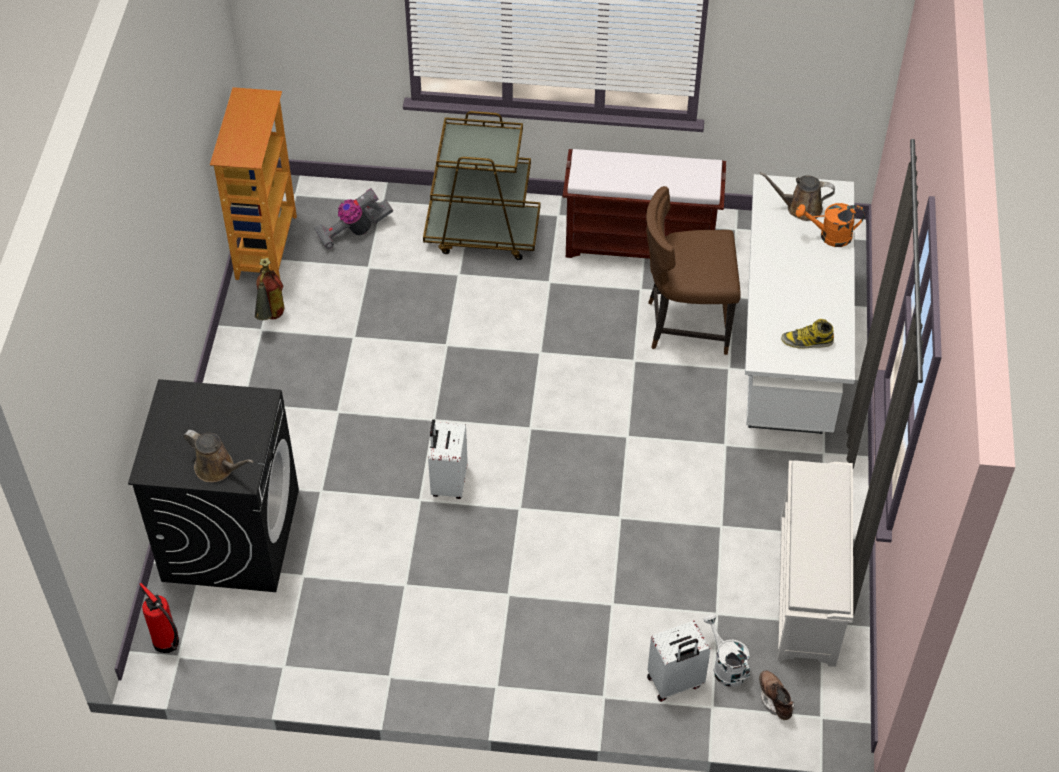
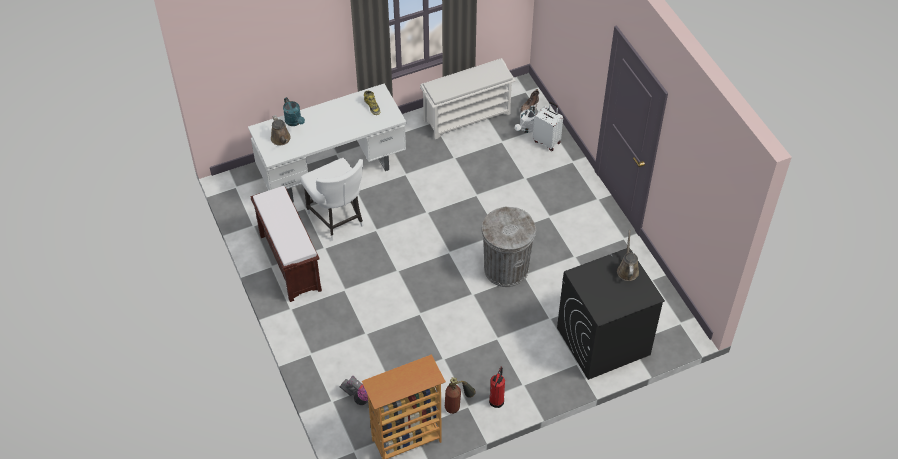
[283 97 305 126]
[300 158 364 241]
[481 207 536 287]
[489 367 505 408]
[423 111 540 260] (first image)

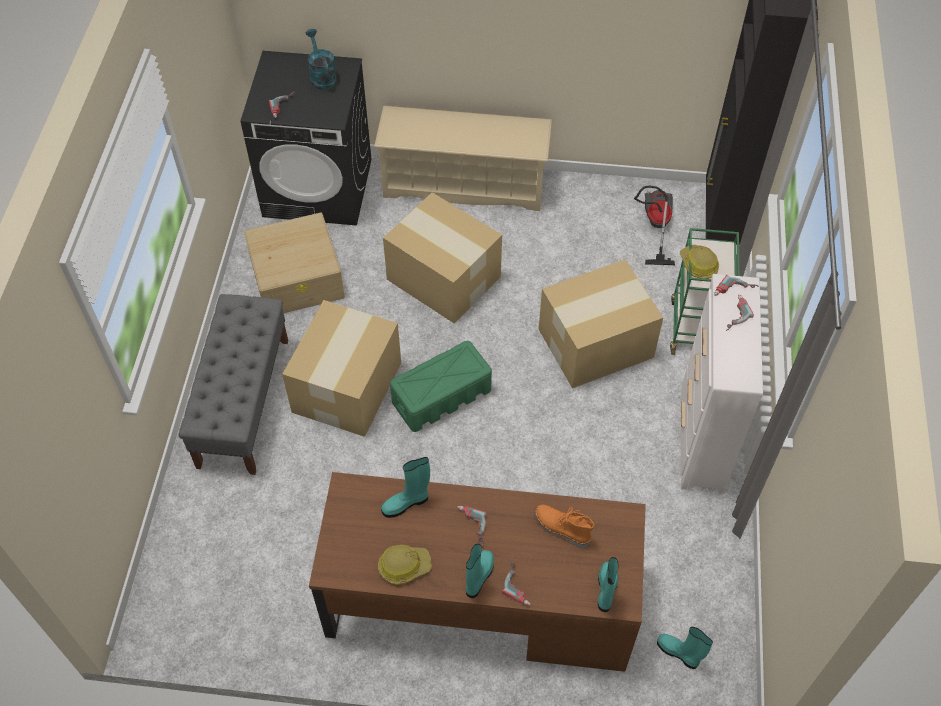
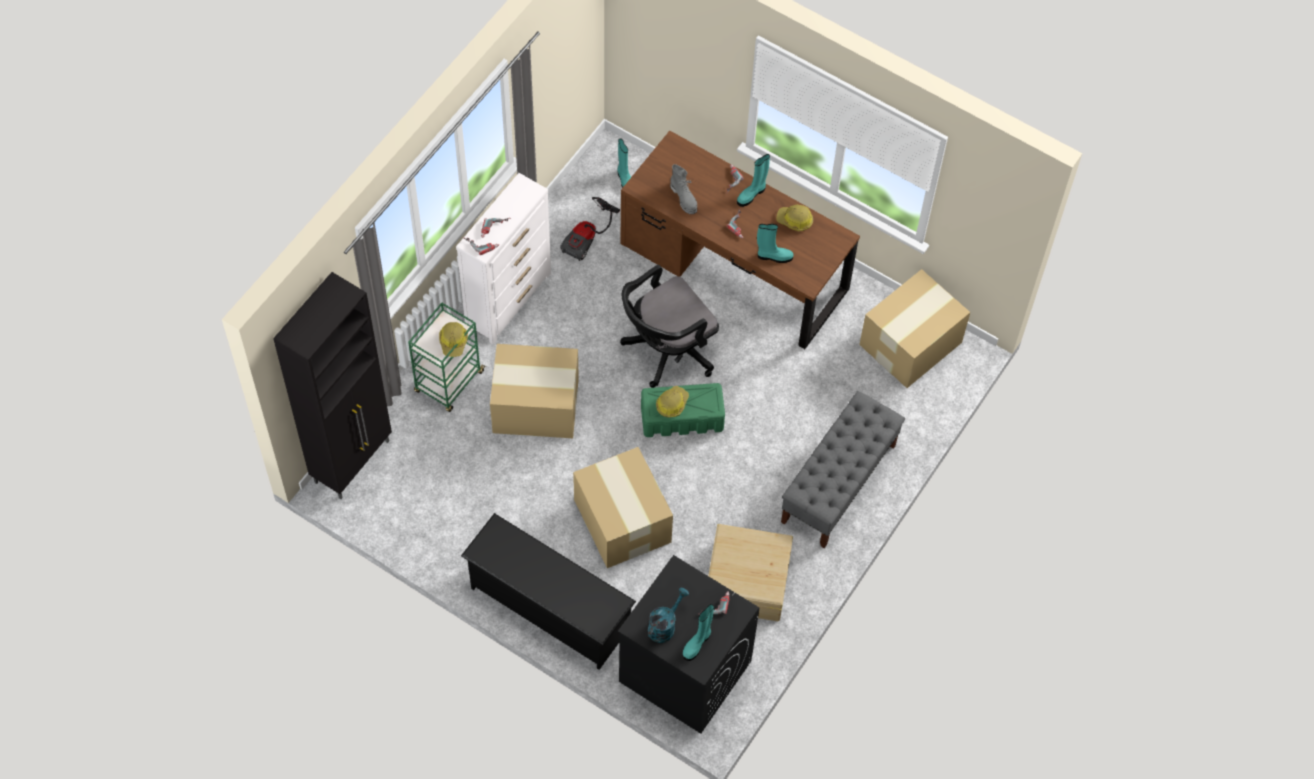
[461 513 636 670]
[560 197 620 261]
[620 265 719 388]
[648 588 689 643]
[656 386 689 418]
[670 164 697 214]
[682 604 714 661]
[859 269 970 388]

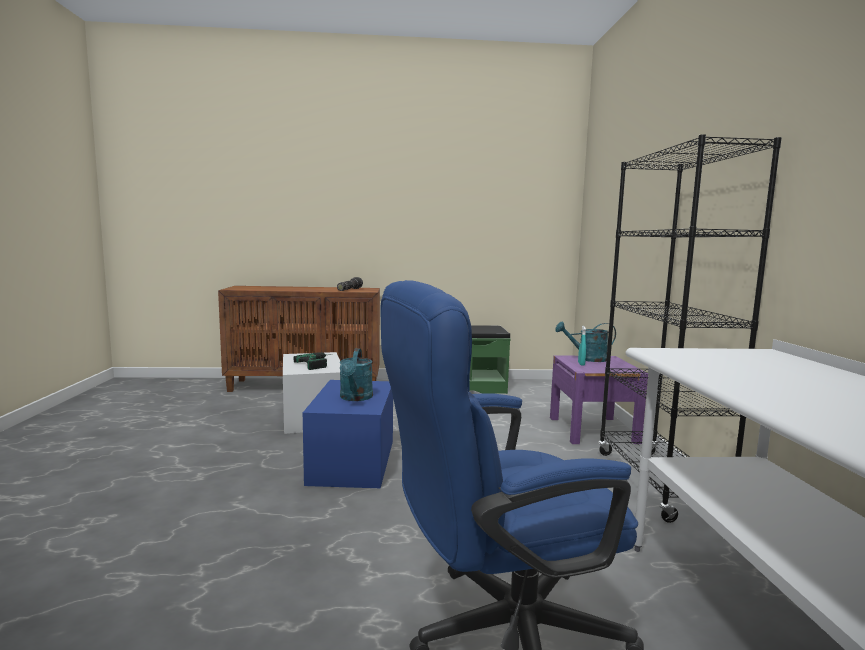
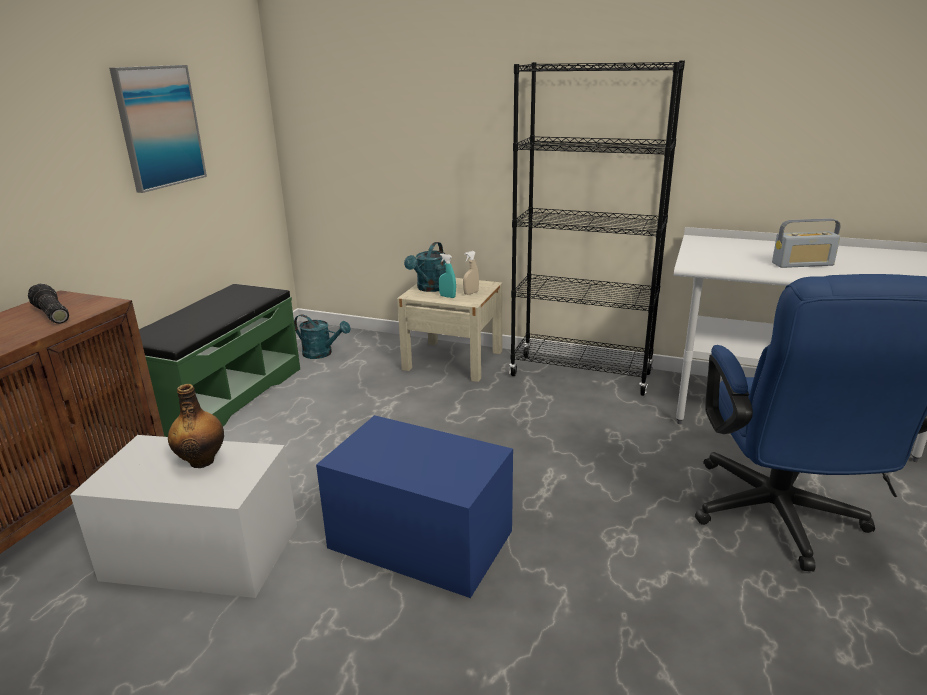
[109 65 207 193]
[168 384 224 468]
[294 314 351 359]
[397 278 502 382]
[463 251 479 295]
[772 218 841 268]

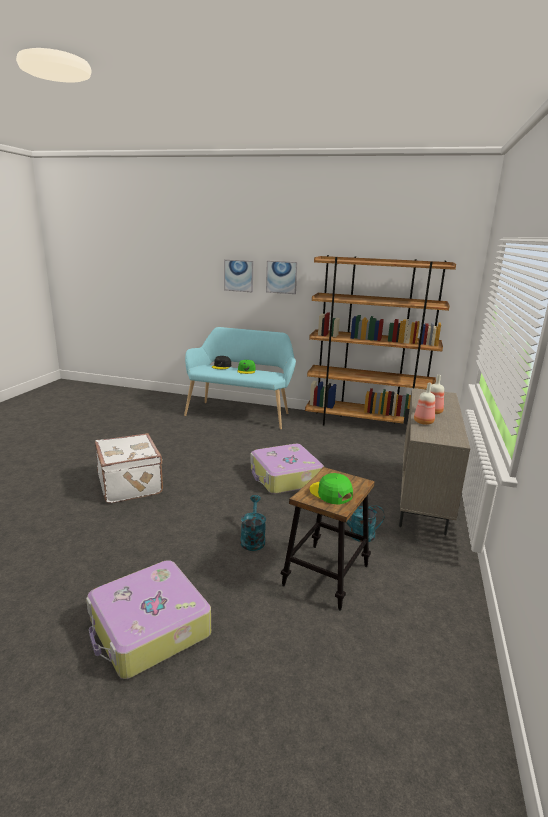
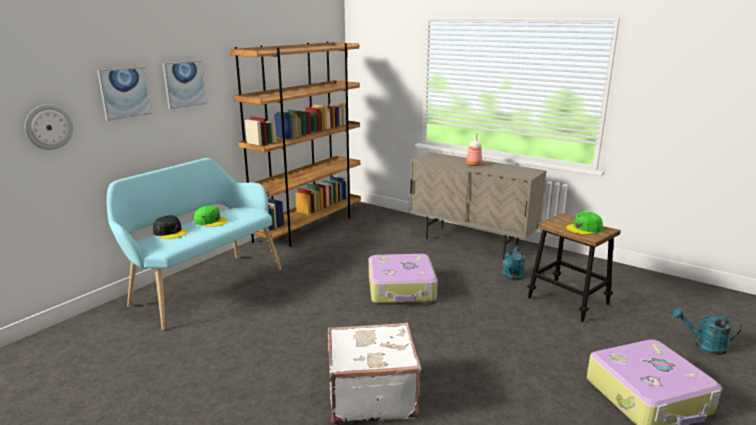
[25 104 73 150]
[672 308 741 355]
[414 383 435 425] (first image)

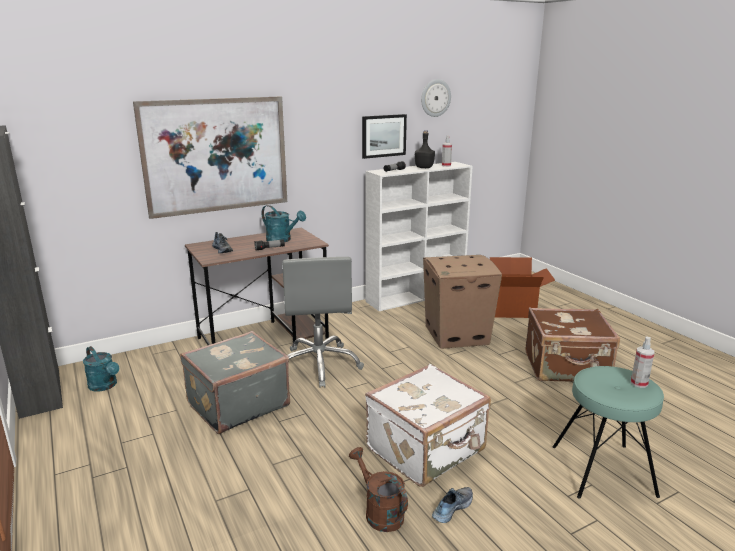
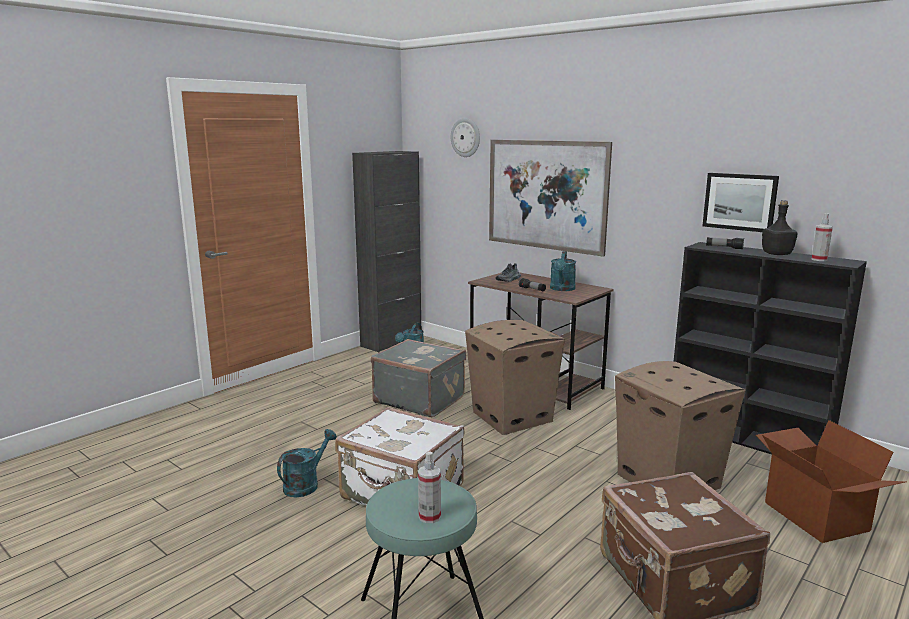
[277 429 337 497]
[451 118 480 157]
[465 320 565 435]
[674 242 867 454]
[432 487 473 523] (first image)

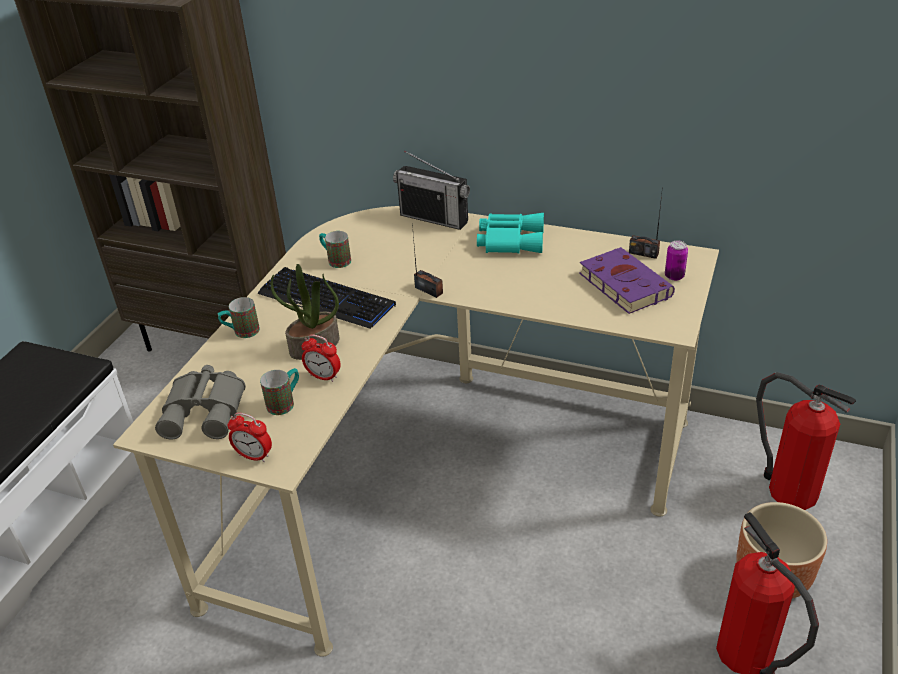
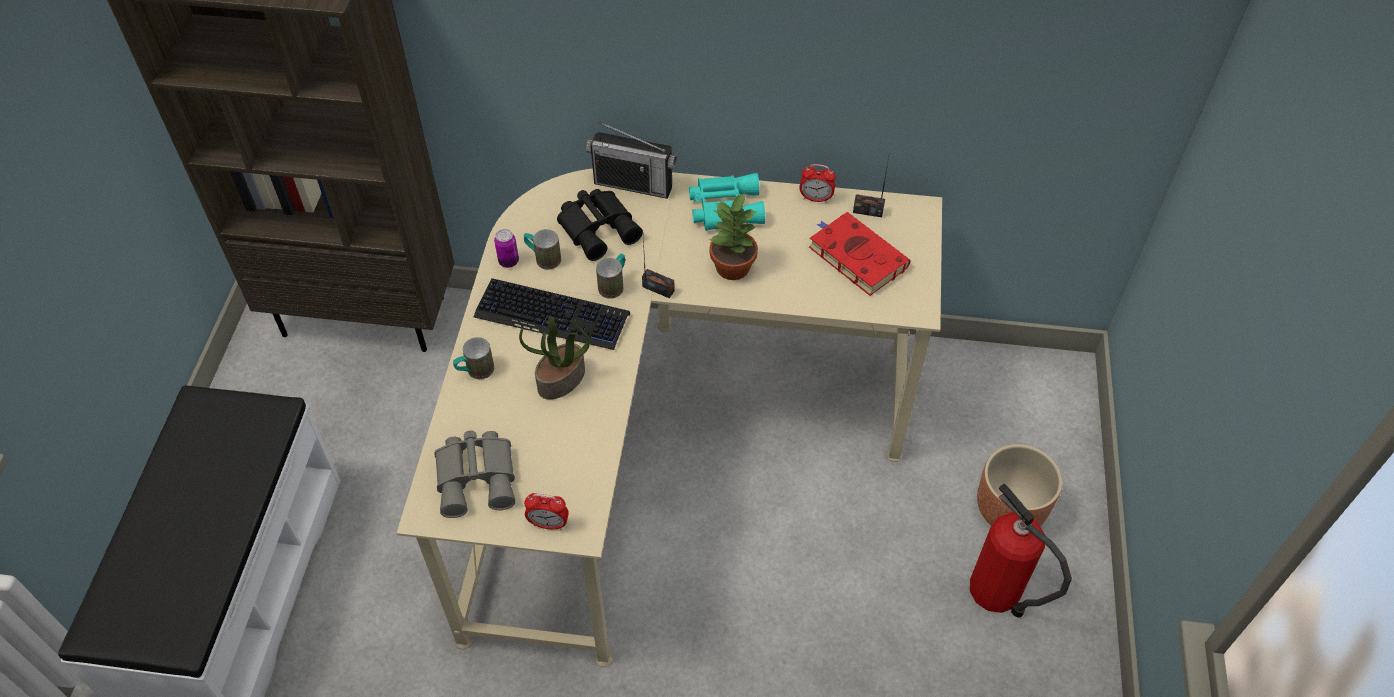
[494 229 519 268]
[557 189 643 261]
[596 254 625 299]
[708 192 758 280]
[799 164 836 203]
[809 212 910 296]
[756 372 856 510] (first image)

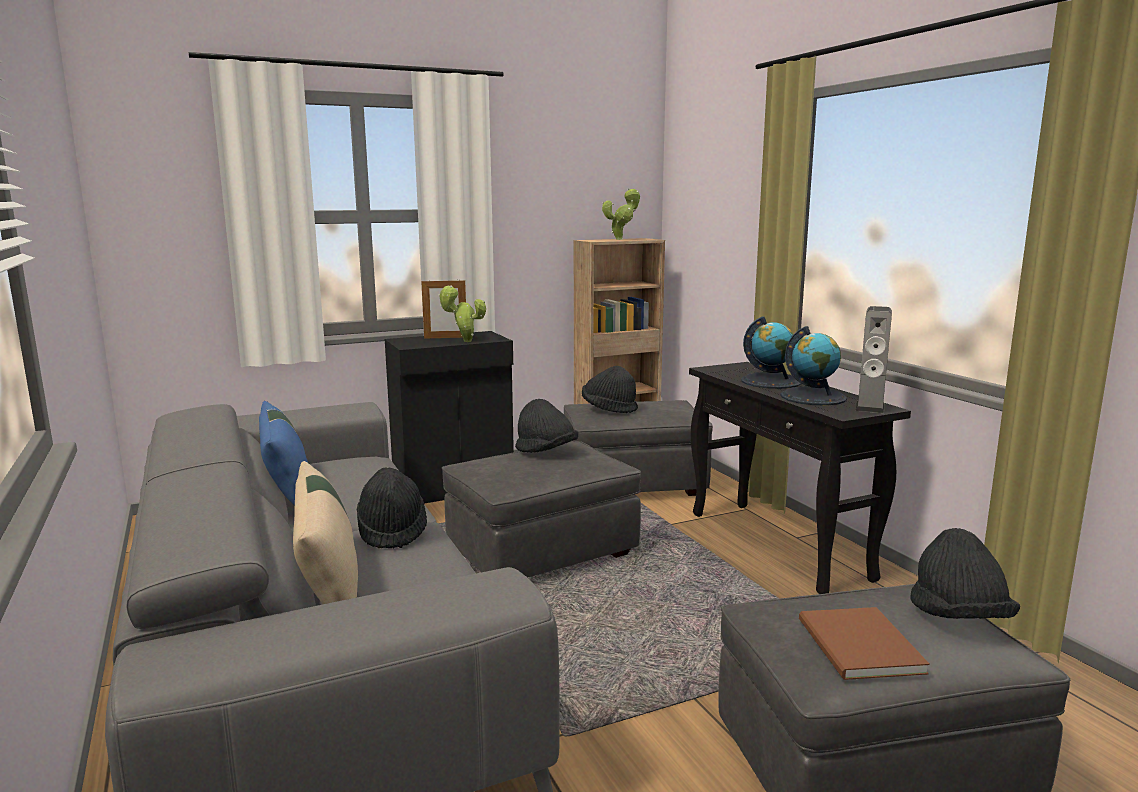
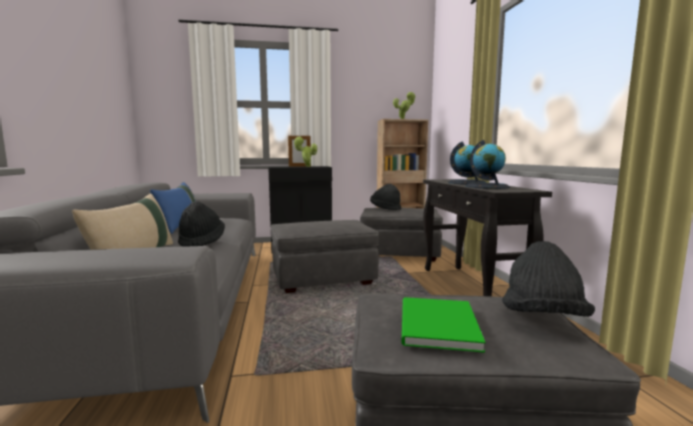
[402 297 486 353]
[515 399 578 453] (first image)
[856 306 892 413] (first image)

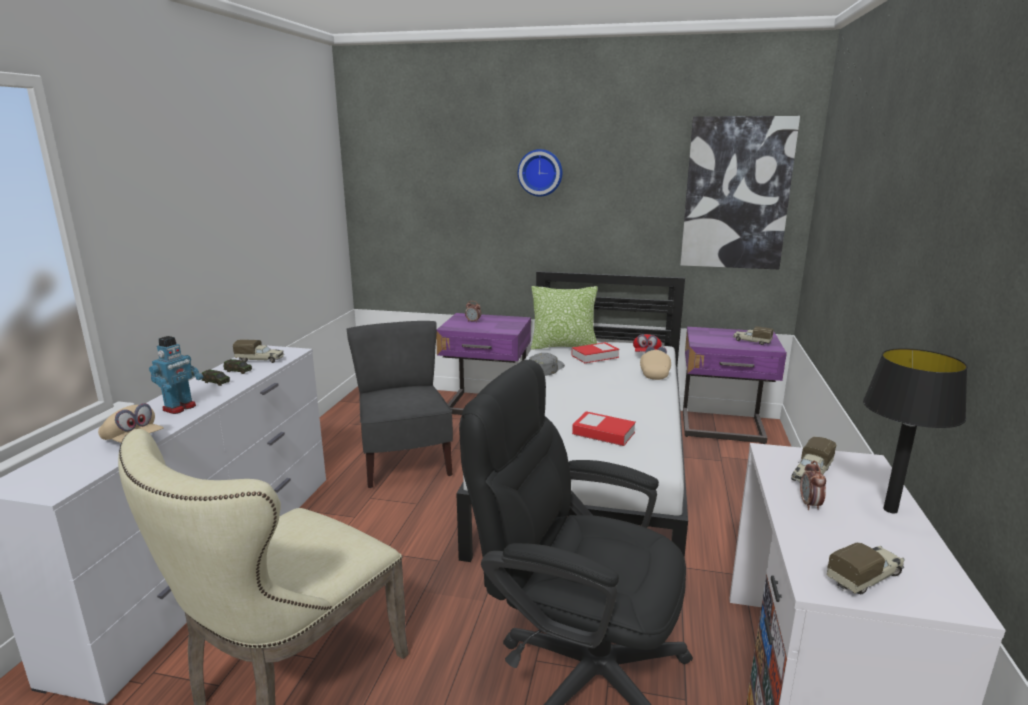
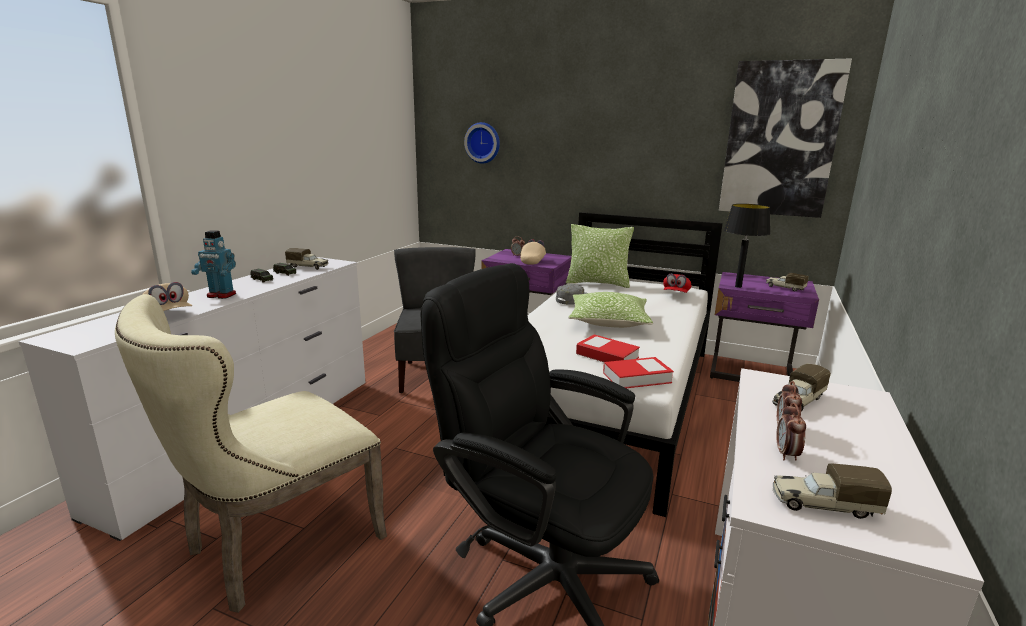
[191 230 236 299]
[464 122 500 163]
[520 239 546 265]
[568 292 653 328]
[603 357 674 388]
[724 204 771 288]
[773 463 892 519]
[776 403 806 461]

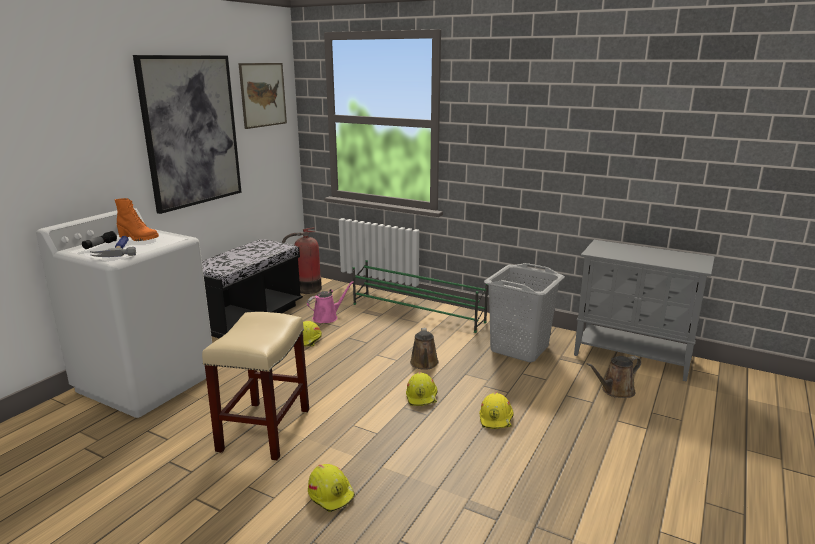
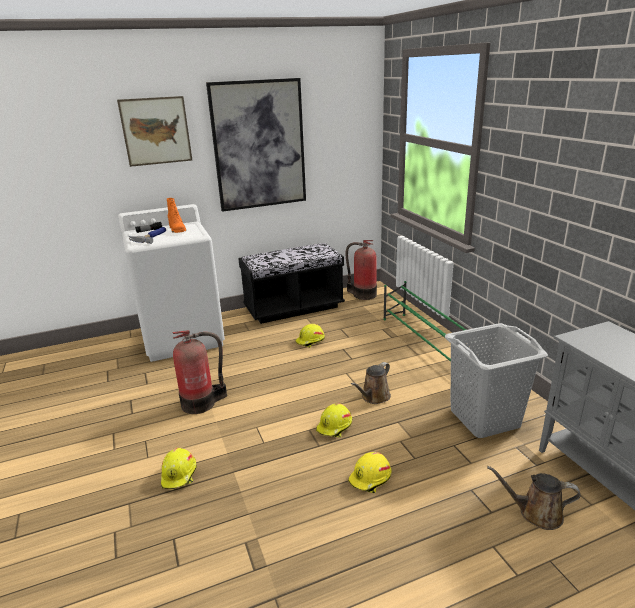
[117 96 192 167]
[173 330 227 414]
[307 281 354 323] (first image)

